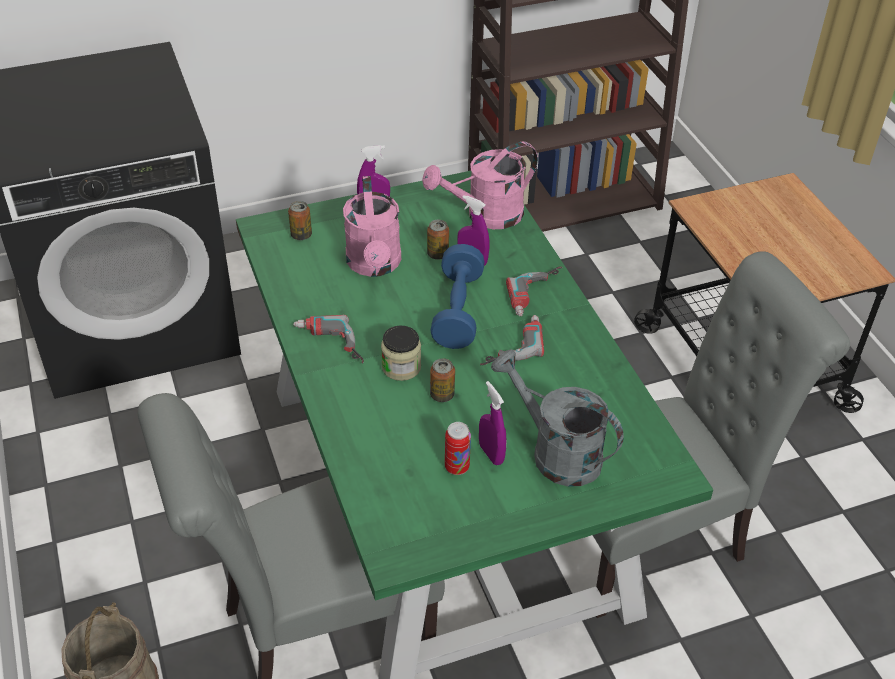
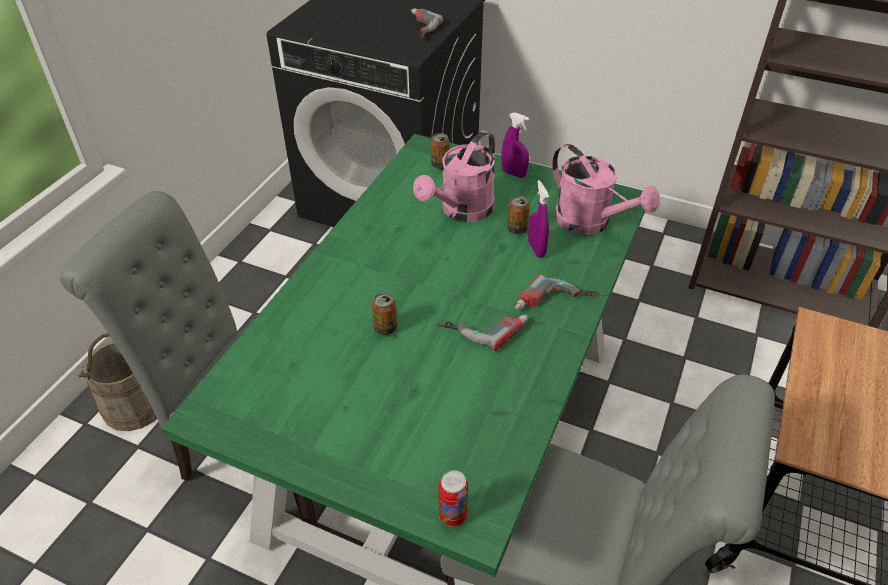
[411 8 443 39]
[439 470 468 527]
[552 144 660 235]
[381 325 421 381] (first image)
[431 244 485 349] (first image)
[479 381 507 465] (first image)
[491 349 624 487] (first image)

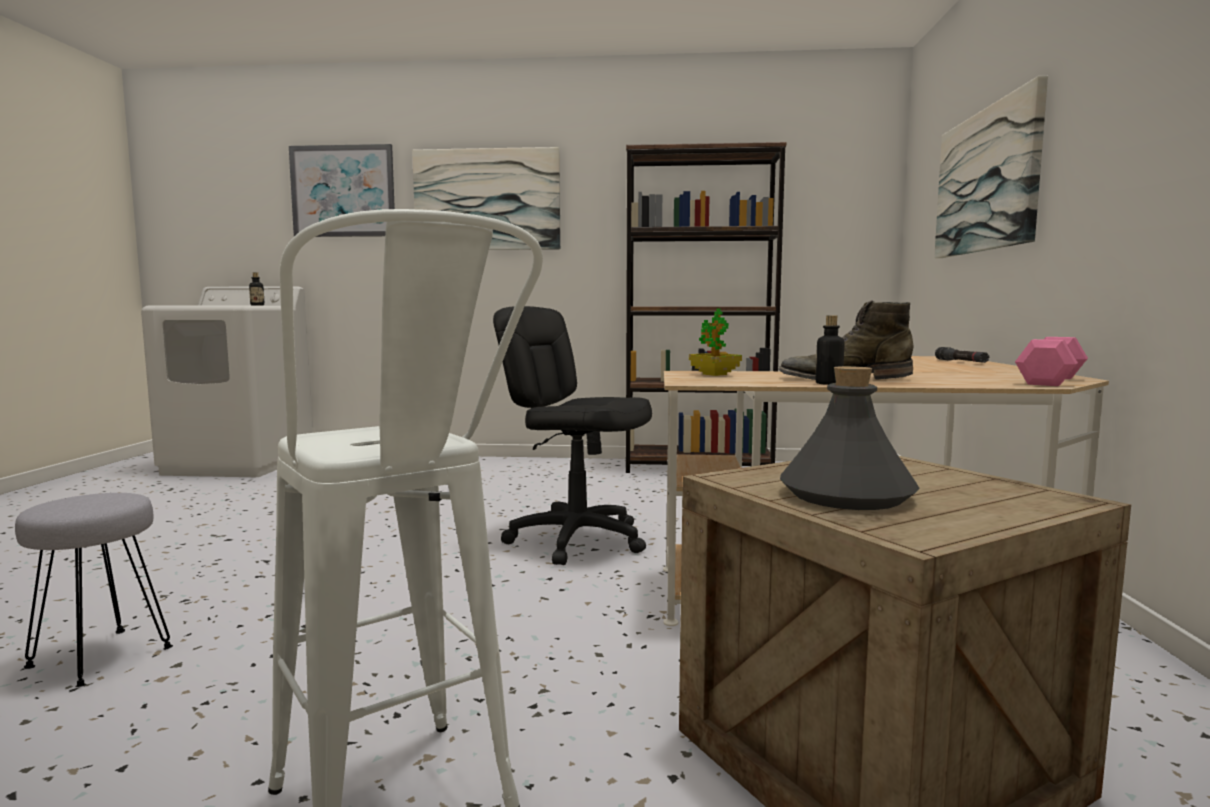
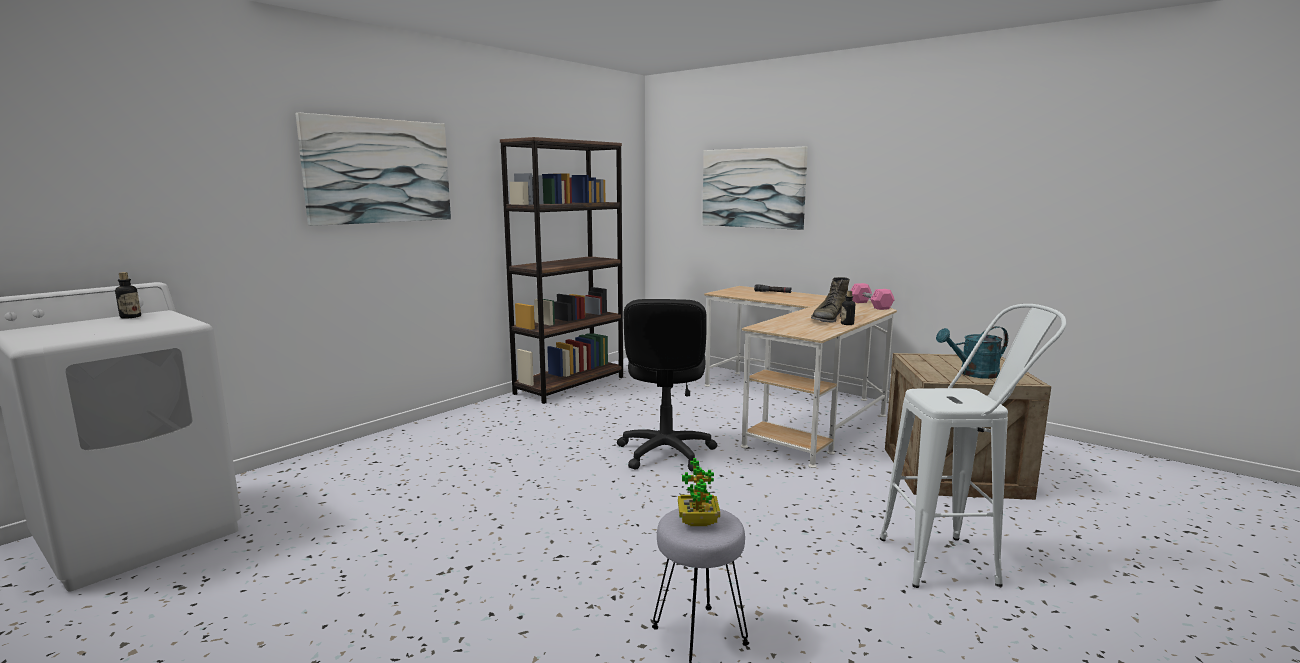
[617 299 717 471]
[678 458 720 526]
[936 326 1008 379]
[289 144 395 237] (first image)

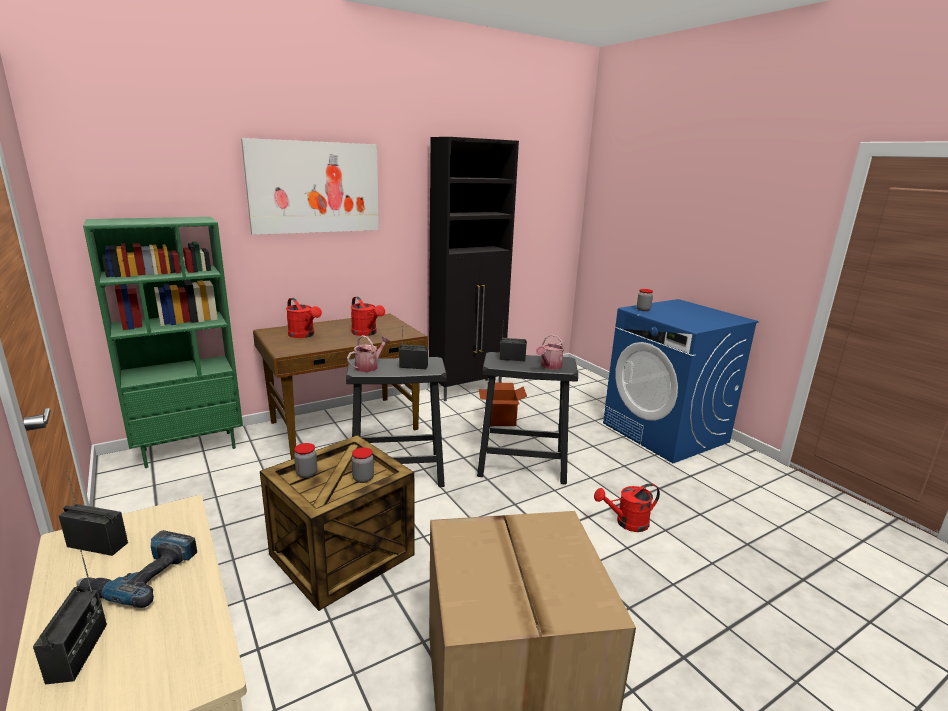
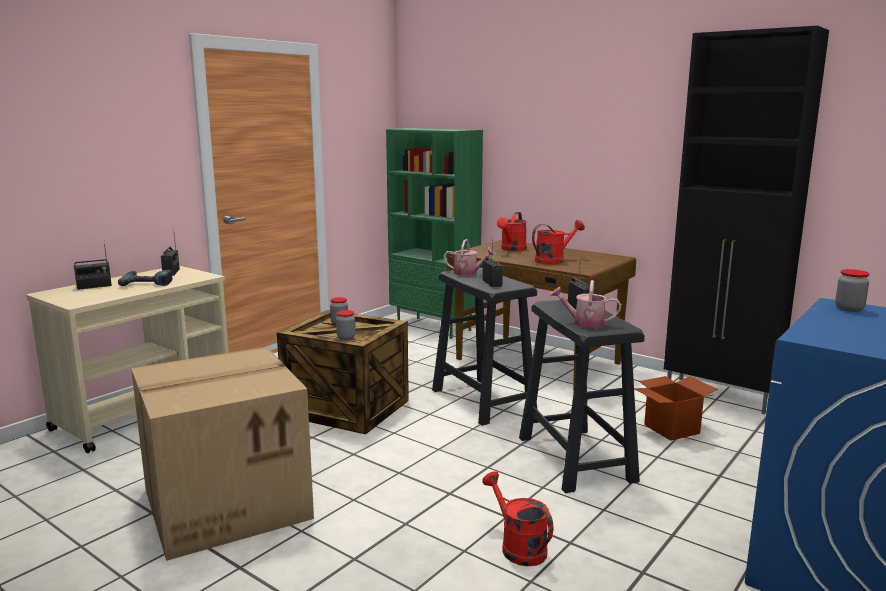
[532 220 585 265]
[241 138 379 235] (first image)

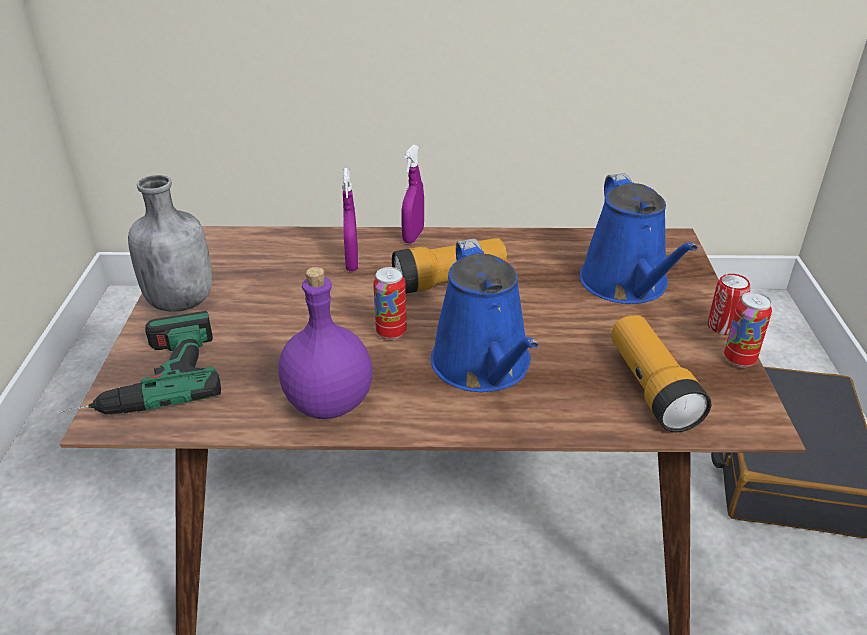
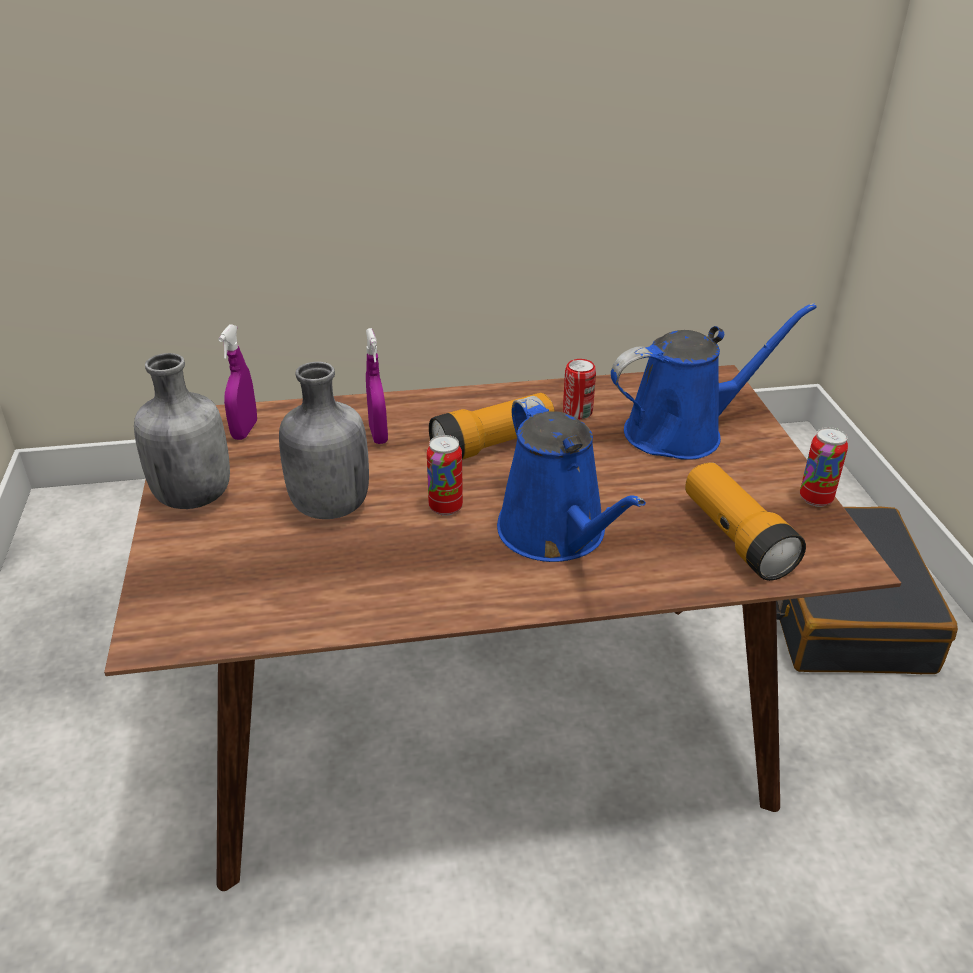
[218 324 257 440]
[279 362 369 519]
[563 359 596 419]
[611 303 817 460]
[61 311 221 415] (first image)
[278 267 373 419] (first image)

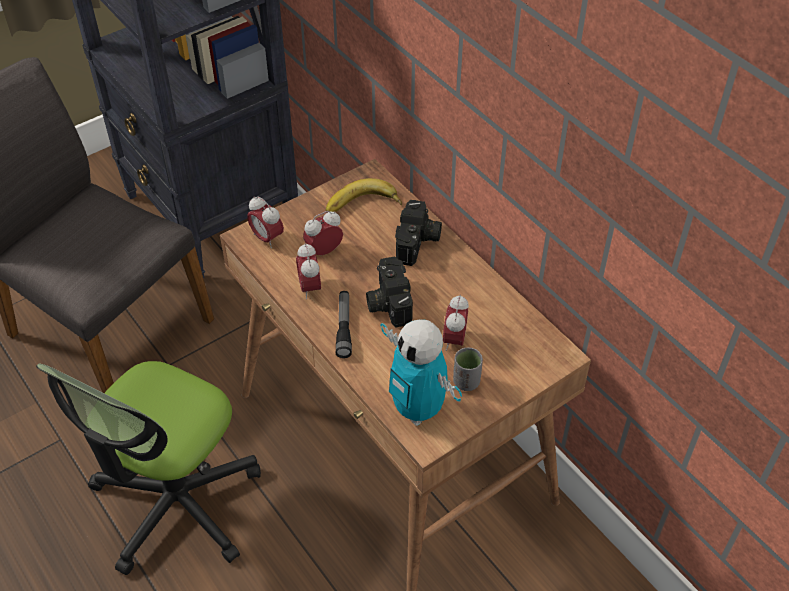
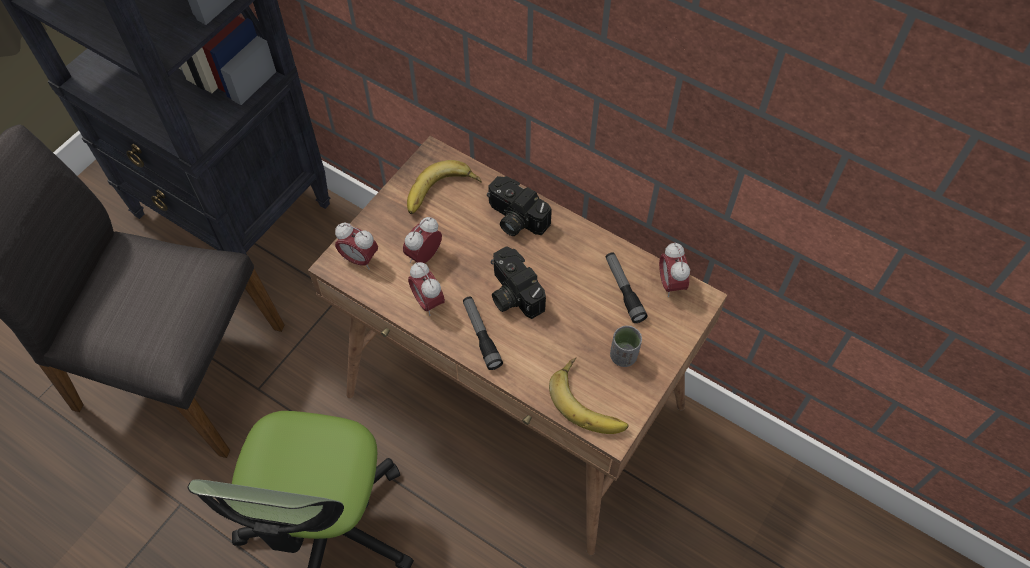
[487 176 552 236]
[549 358 628 434]
[606 252 648 323]
[659 242 690 297]

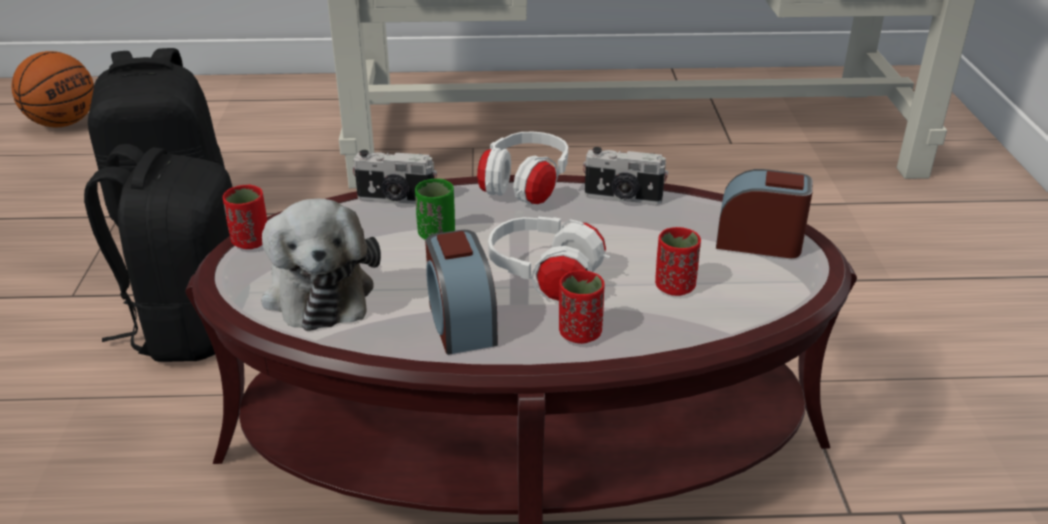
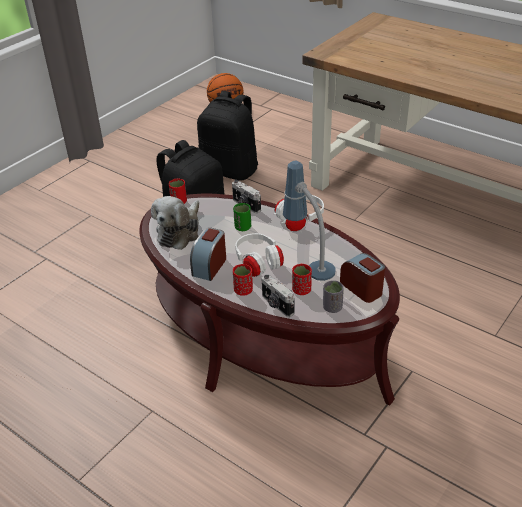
[262 274 295 317]
[283 161 336 281]
[323 280 344 313]

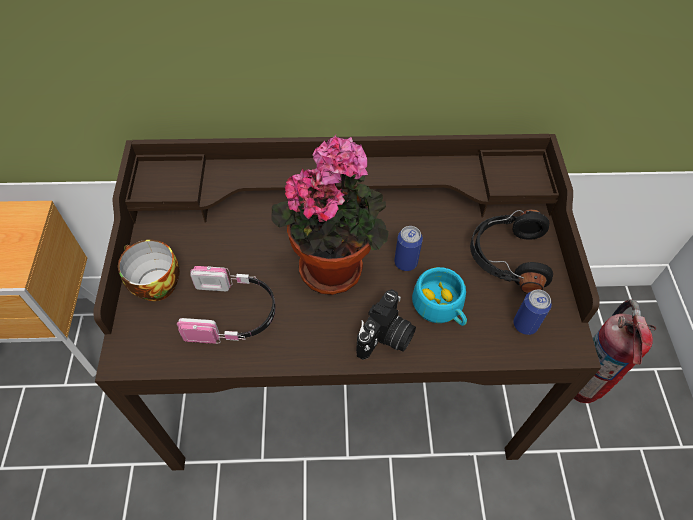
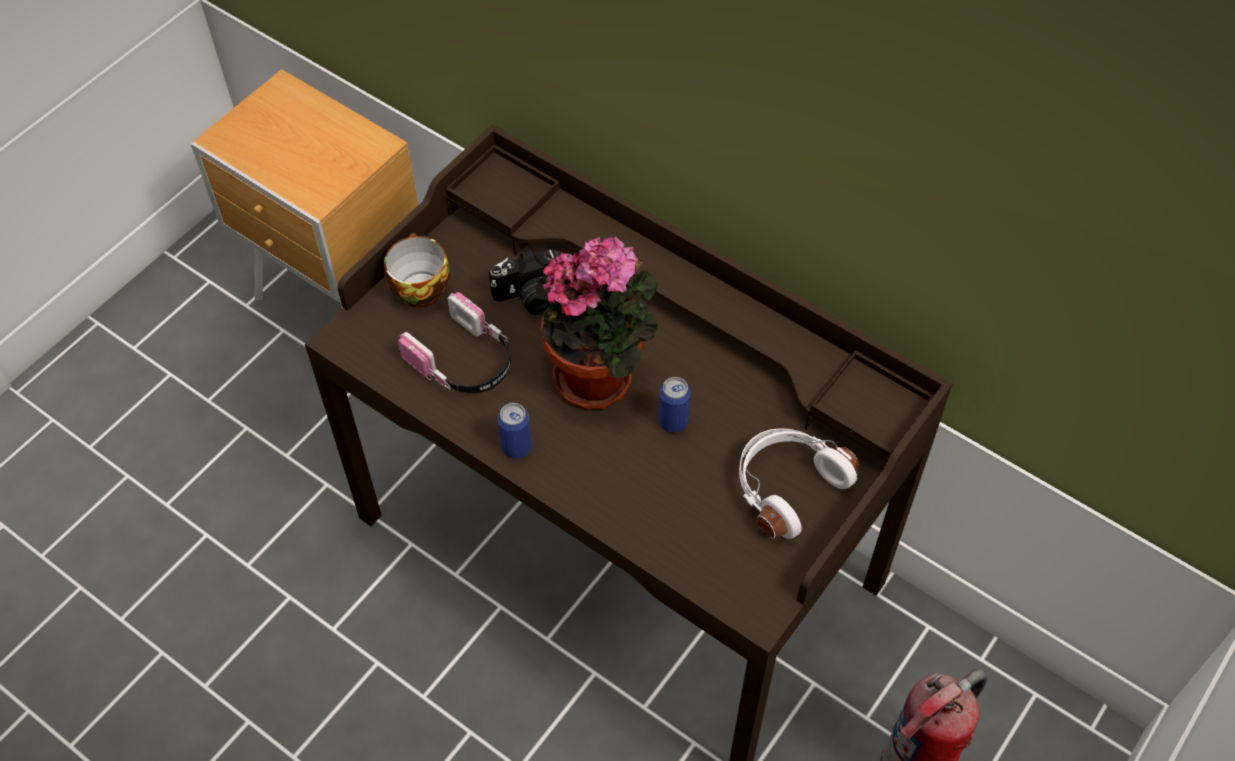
[489 249 561 315]
[498 403 532 458]
[739 428 858 539]
[412 267 467 326] (first image)

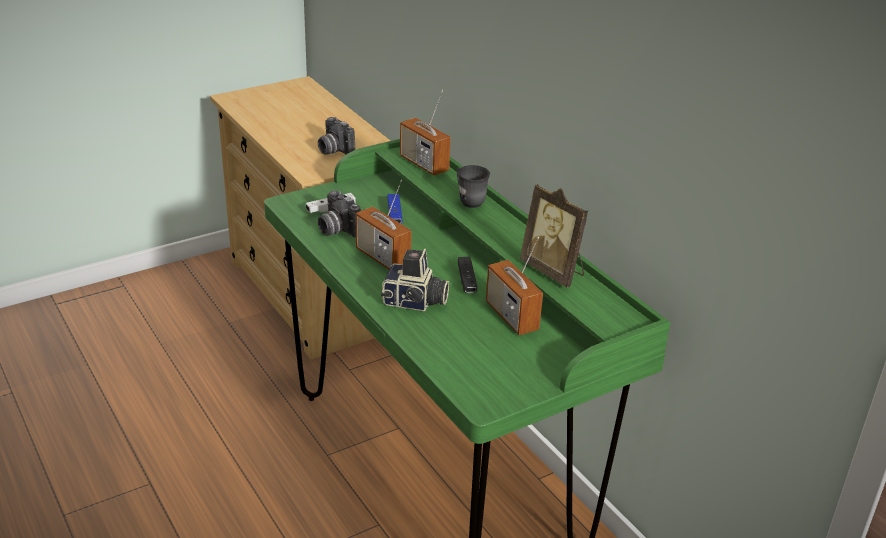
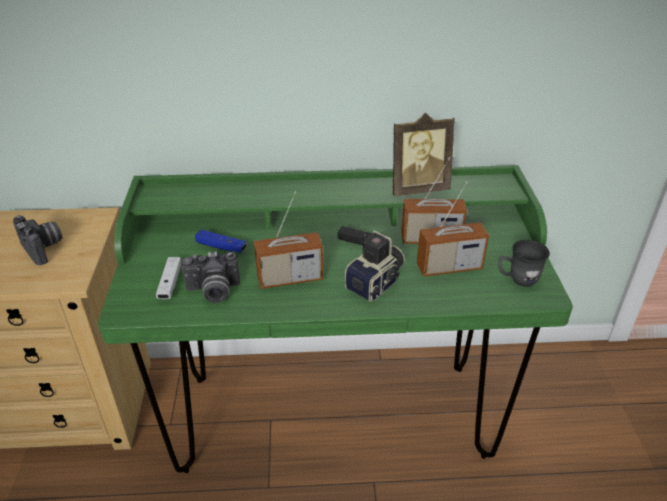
[13 215 63 265]
[417 181 489 277]
[498 240 550 287]

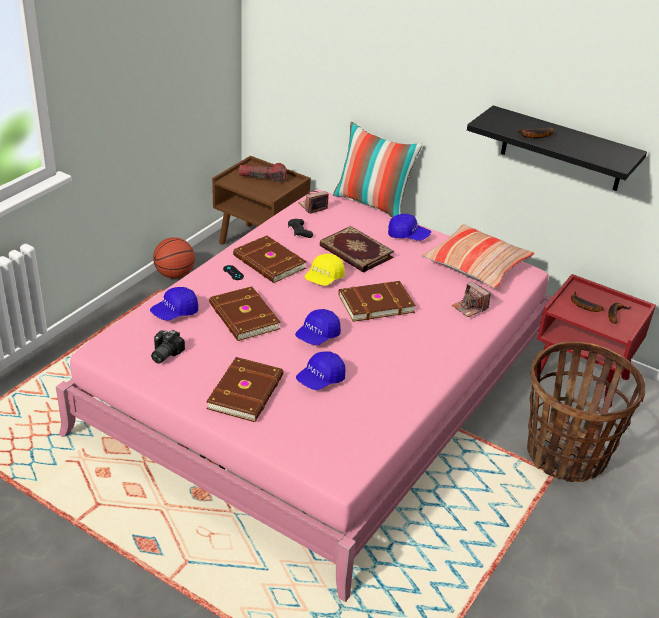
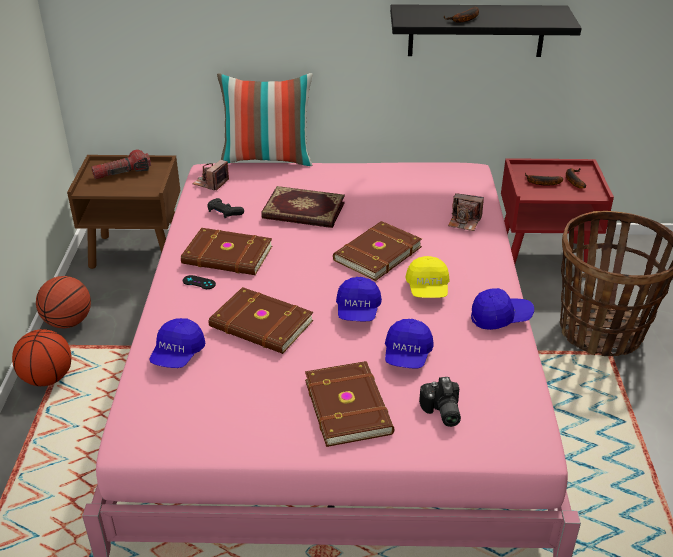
[12 329 71 386]
[405 256 450 298]
[419 377 461 427]
[471 288 534 330]
[422 224 534 289] (first image)

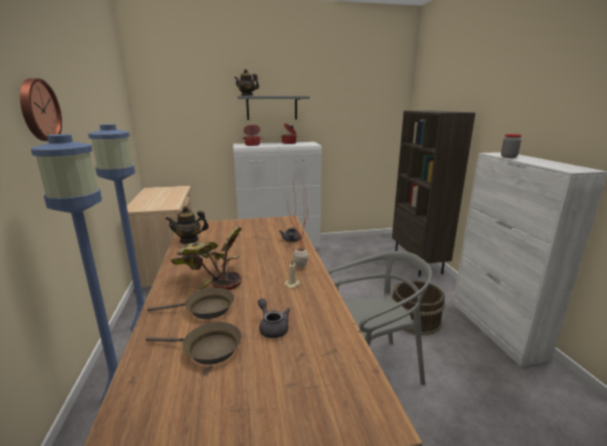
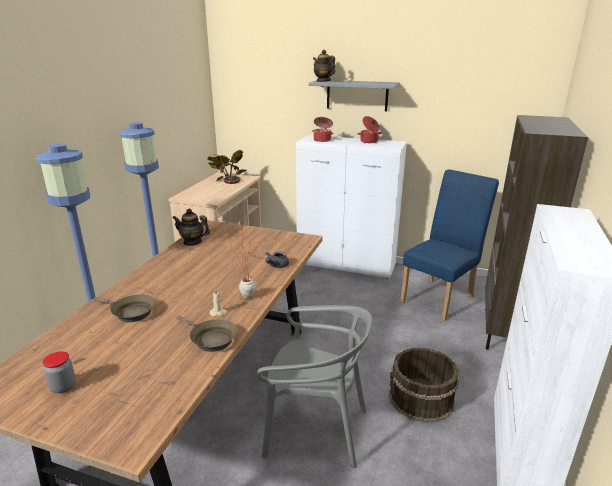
[42 351 76 393]
[177 316 237 352]
[207 150 247 184]
[400 169 499 321]
[20 78 62 141] (first image)
[258 298 290 338] (first image)

